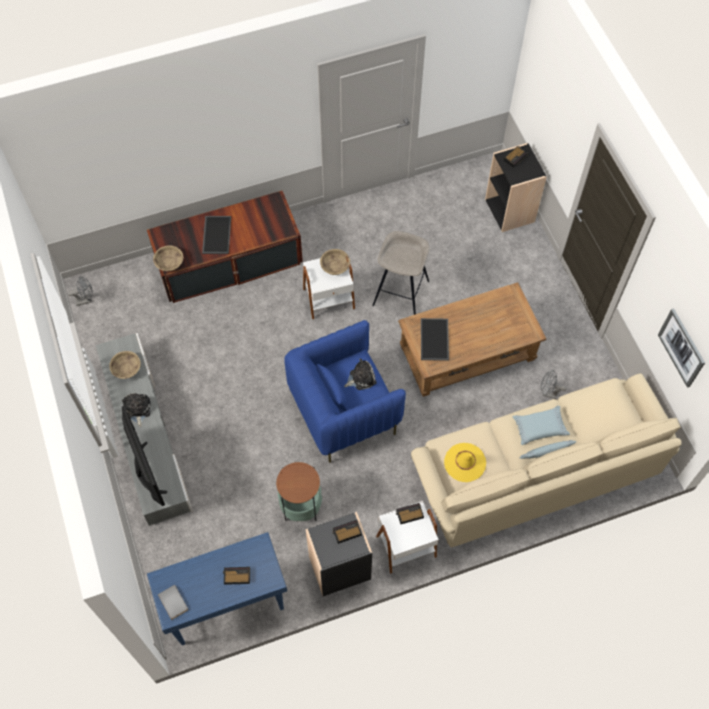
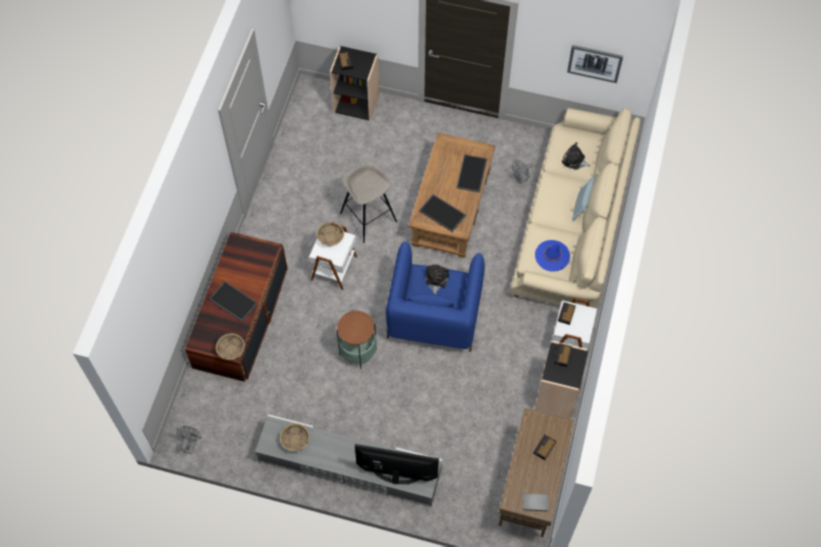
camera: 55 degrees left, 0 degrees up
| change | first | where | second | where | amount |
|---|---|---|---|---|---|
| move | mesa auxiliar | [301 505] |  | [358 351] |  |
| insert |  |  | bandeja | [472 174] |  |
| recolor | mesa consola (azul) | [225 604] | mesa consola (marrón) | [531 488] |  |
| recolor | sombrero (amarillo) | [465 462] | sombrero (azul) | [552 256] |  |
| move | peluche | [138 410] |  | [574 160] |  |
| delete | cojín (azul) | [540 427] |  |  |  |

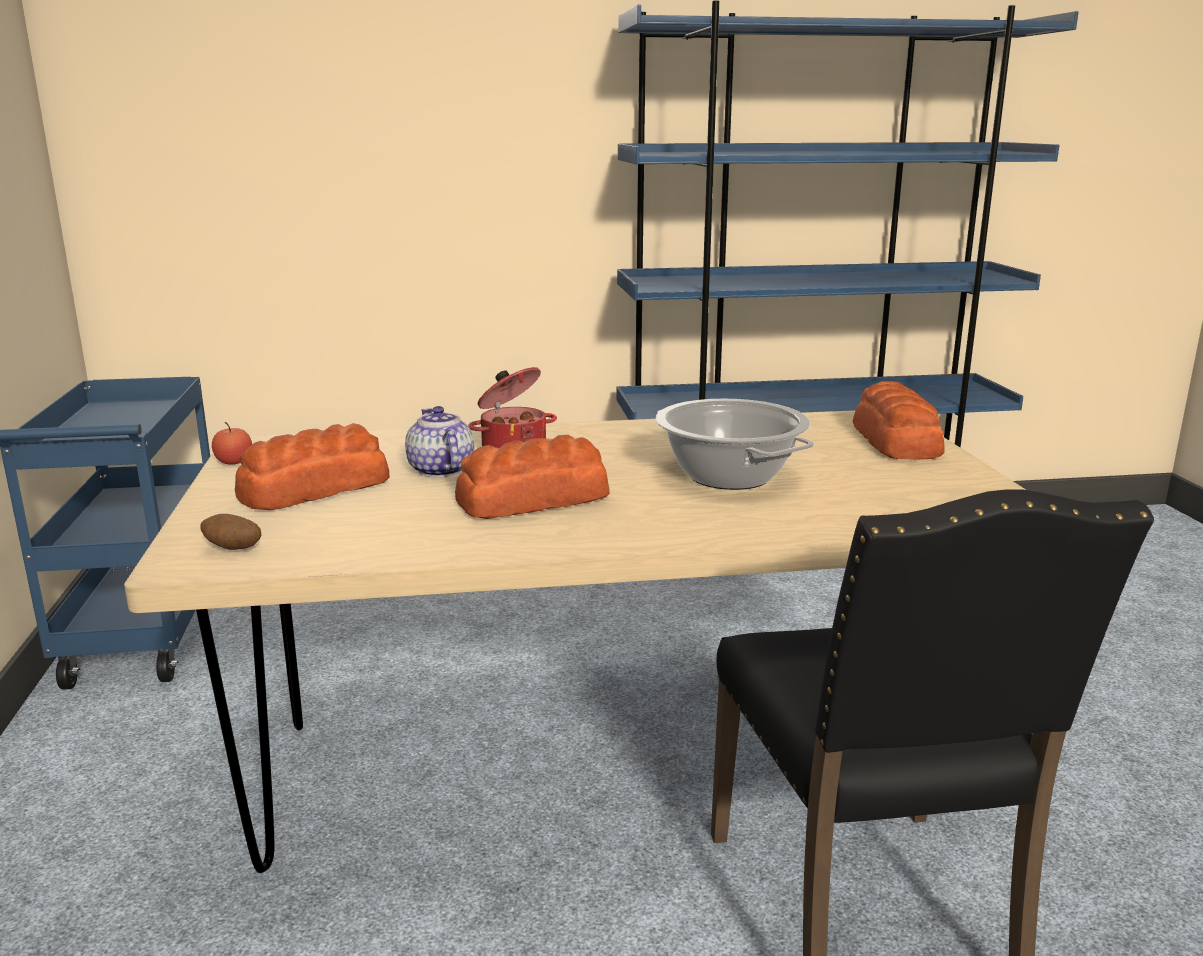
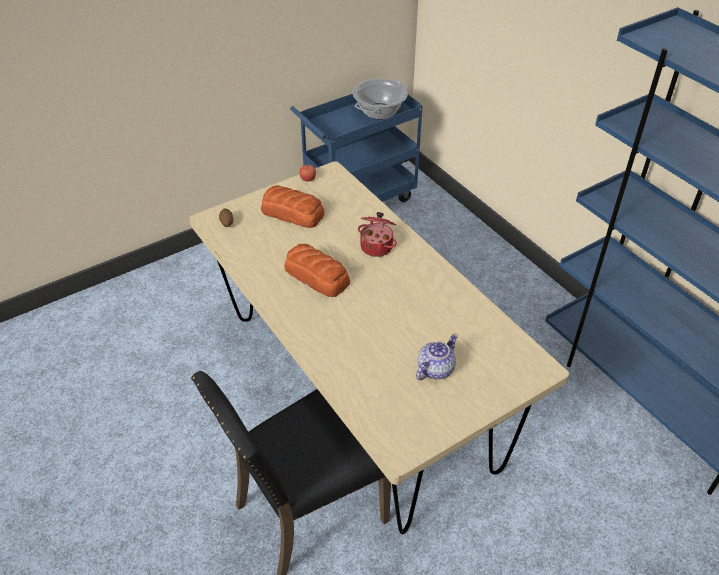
camera: 65 degrees right, 25 degrees up
| change | first | where | second | where | amount |
|---|---|---|---|---|---|
| move | olla | [728 476] |  | [379 111] |  |
| move | tetera | [440 470] |  | [435 369] |  |
| delete | pan | [895 441] |  |  |  |

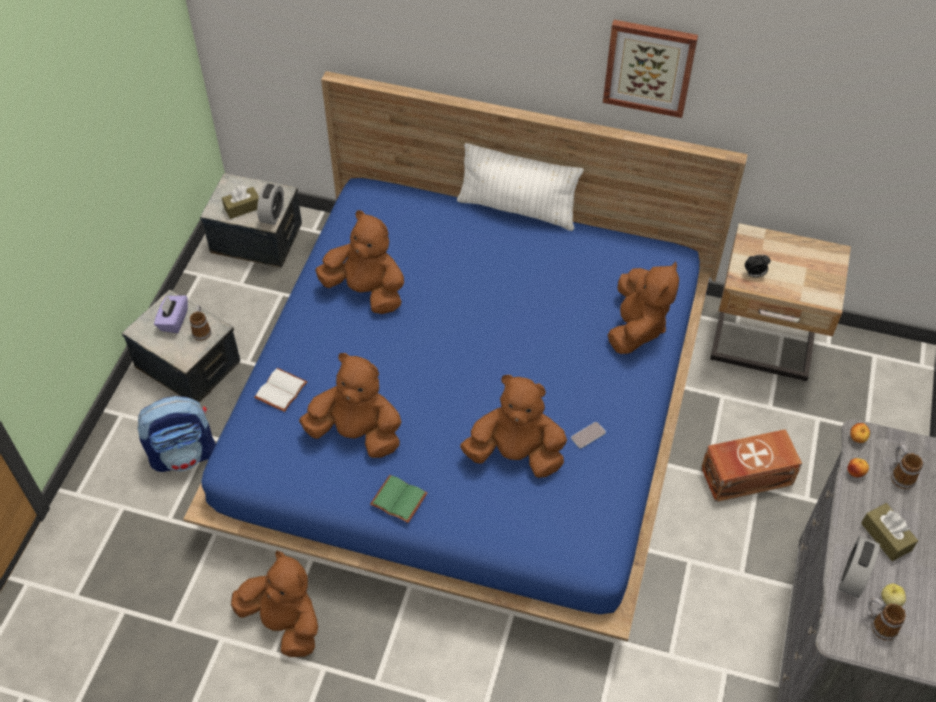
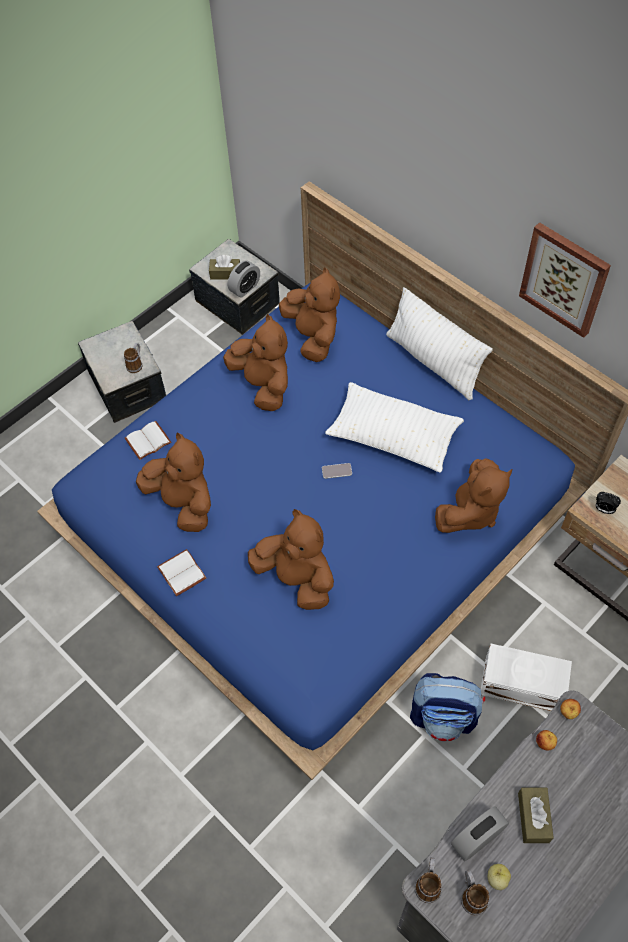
camera: 30 degrees right, 5 degrees up
| change | first | where | second | where | amount |
|---|---|---|---|---|---|
| recolor | libro (verde) | [397 500] | libro (blanco) | [180 573] |  |
| move | peluche (marrón) | [284 622] |  | [313 336] |  |
| move | móvil | [588 435] |  | [336 471] |  |
| insert |  |  | cojín (blanco) | [393 436] |  |
| move | mochila | [184 454] |  | [444 717] |  |
| move | taza grande | [900 474] |  | [428 883] |  |
| recolor | caja de almacenaje (marrón) | [745 475] | caja de almacenaje (blanco) | [520 683] |  |
| delete | caja de pañuelos (morado) | [173 321] |  |  |  |

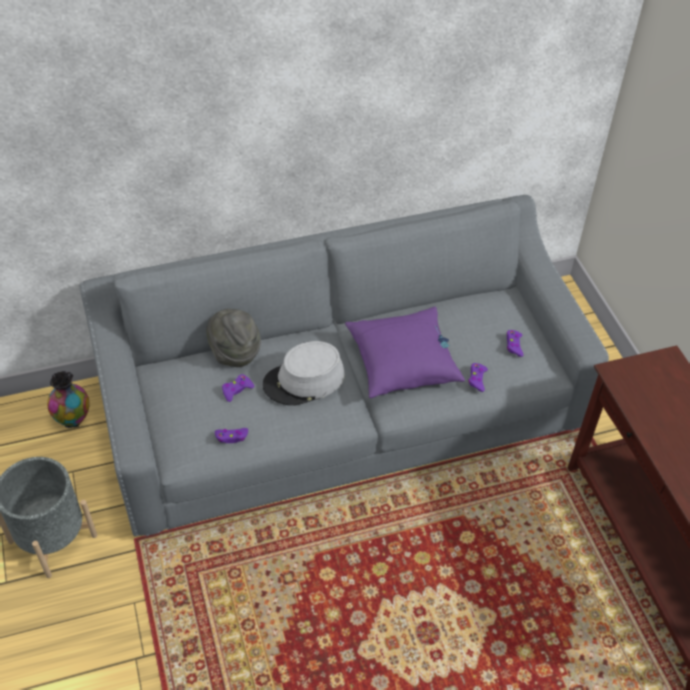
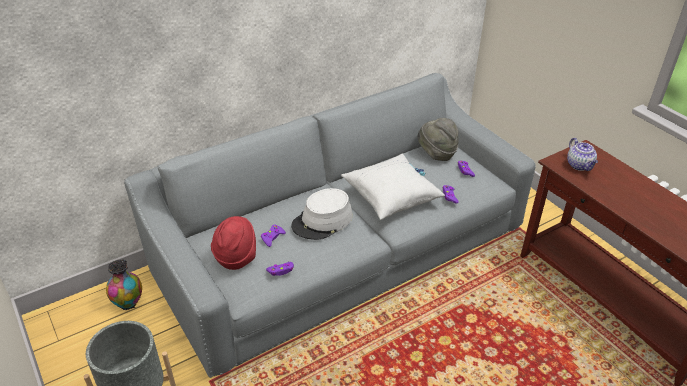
camera: 15 degrees left, 10 degrees down
| change | first | where | second | where | amount |
|---|---|---|---|---|---|
| insert |  |  | sombrero (rojo) | [236 256] |  |
| recolor | cojín (morado) | [402 363] | cojín (gris) | [391 196] |  |
| move | sombrero (gris) | [234 352] |  | [436 154] |  |
| insert |  |  | tetera | [580 165] |  |

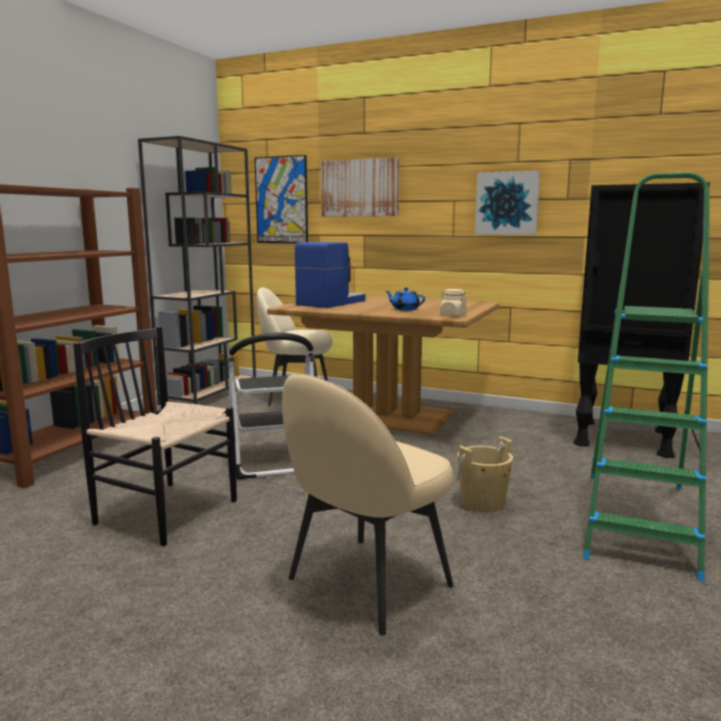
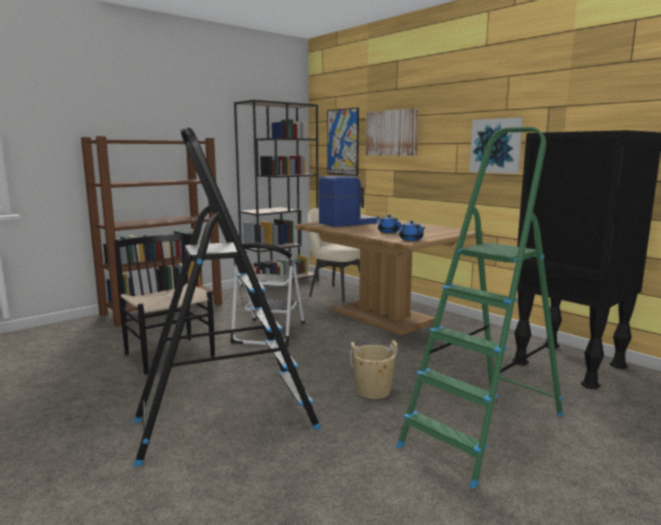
camera: 25 degrees right, 0 degrees up
| change | first | where | second | where | amount |
|---|---|---|---|---|---|
| replace | silla (beis) | [366 584] | escalera de tijera (negro) | [227 424] |  |
| replace | tarro (beis) | [452 315] | tetera (azul) | [411 239] |  |

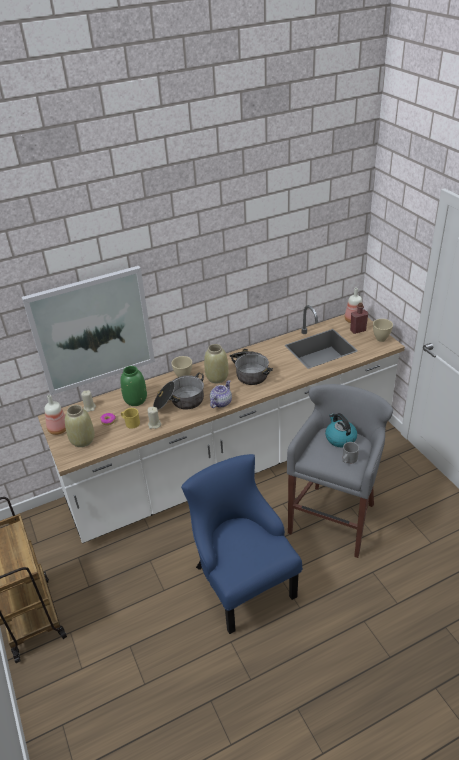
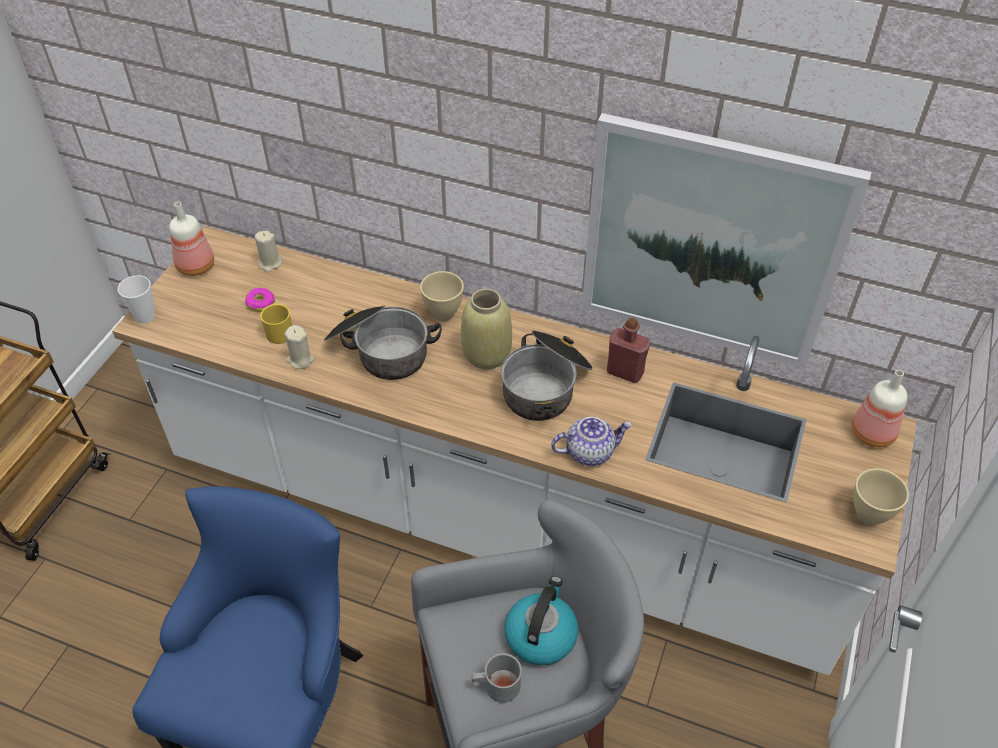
camera: 45 degrees right, 10 degrees up
| change | first | where | second | where | amount |
|---|---|---|---|---|---|
| insert |  |  | taza | [145 316] |  |
| move | tetera | [221 402] |  | [589 451] |  |
| move | cuadro | [92 330] |  | [710 244] |  |
| move | botella (rojo) | [358 330] |  | [625 372] |  |
| delete | florero (beis) | [82 440] |  |  |  |
| delete | florero (verde) | [135 400] |  |  |  |

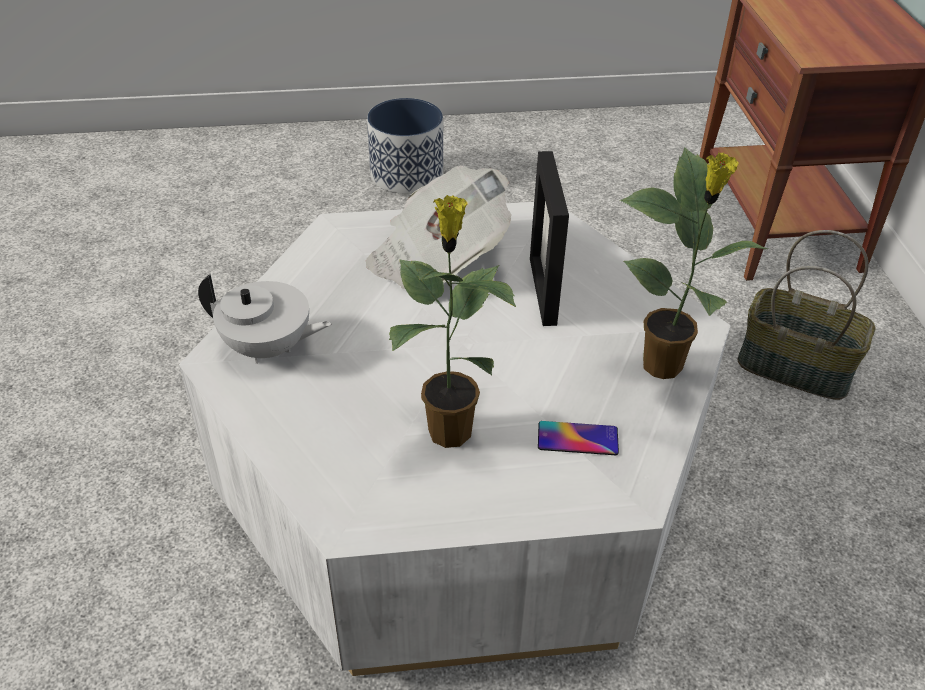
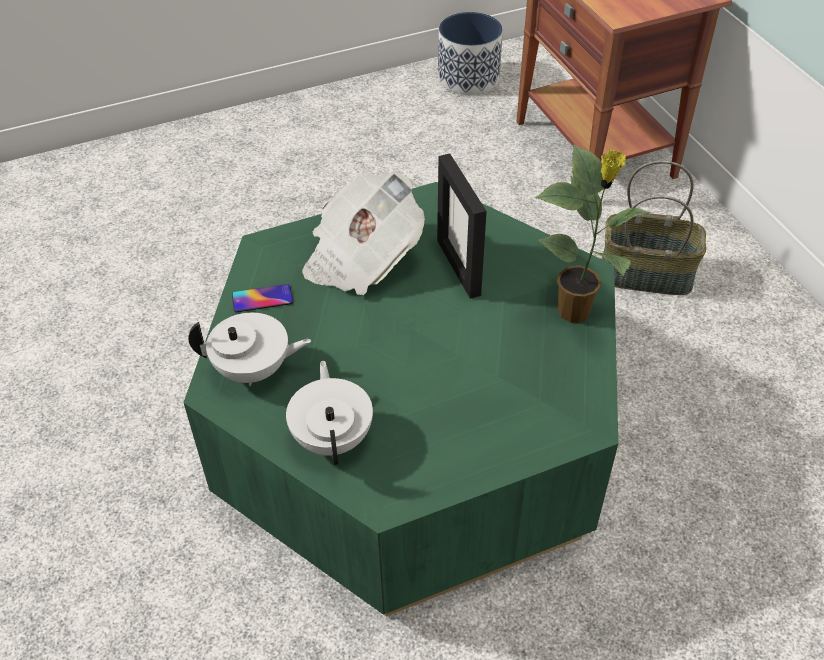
camera: 15 degrees left, 5 degrees up
| change | first | where | second | where | amount |
|---|---|---|---|---|---|
| recolor | mesa de centro (blanco) | [460 484] | mesa de centro (verde) | [413 438] |  |
| move | móvil | [577 439] |  | [262 298] |  |
| insert |  |  | tetera (blanco) | [333 437] |  |
| move | maceta | [407 175] |  | [469 78] |  |
| delete | planta en maceta | [449 429] |  |  |  |

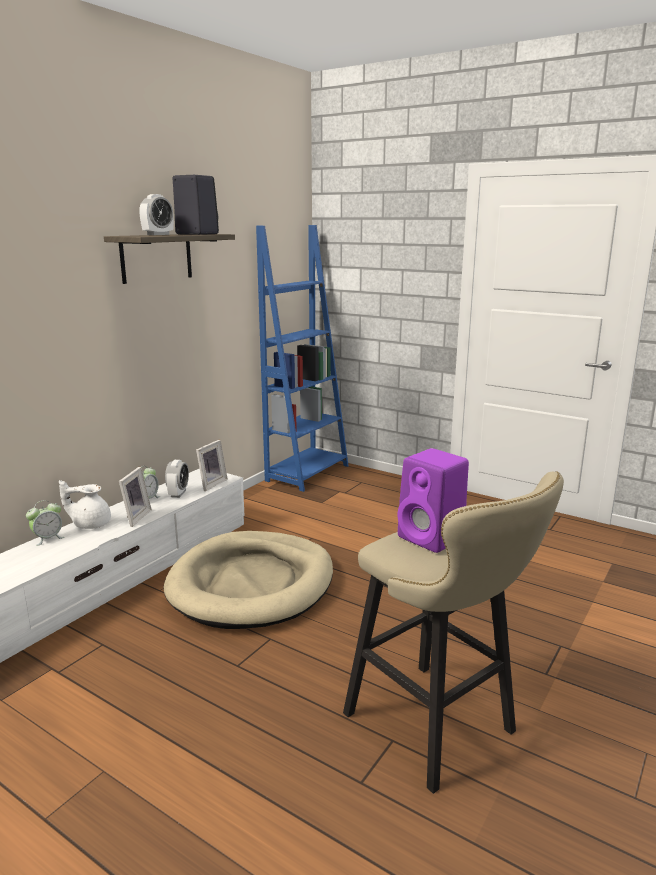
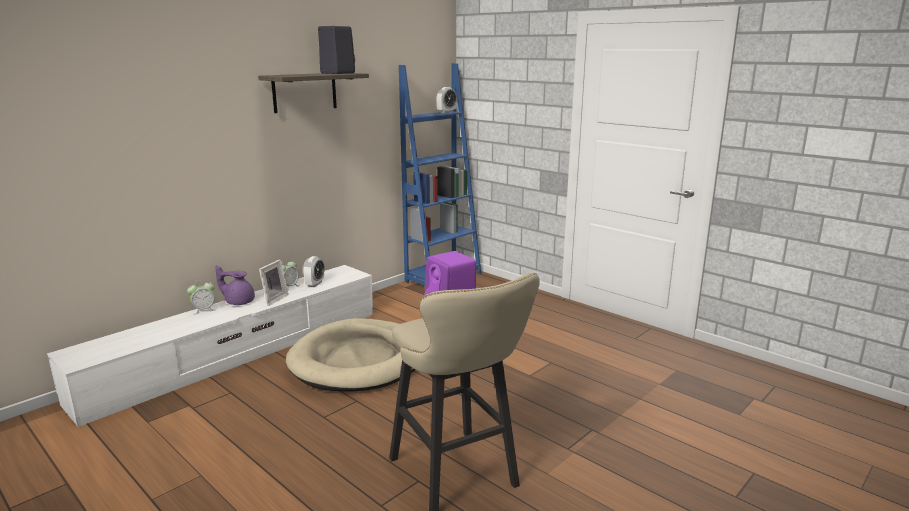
camera: 10 degrees right, 0 degrees up
| change | first | where | second | where | amount |
|---|---|---|---|---|---|
| recolor | tetera (blanco) | [90 524] | tetera (morado) | [239 301] |  |
| move | despertador | [158 234] |  | [446 112] |  |
| delete | portarretratos | [210 484] |  |  |  |

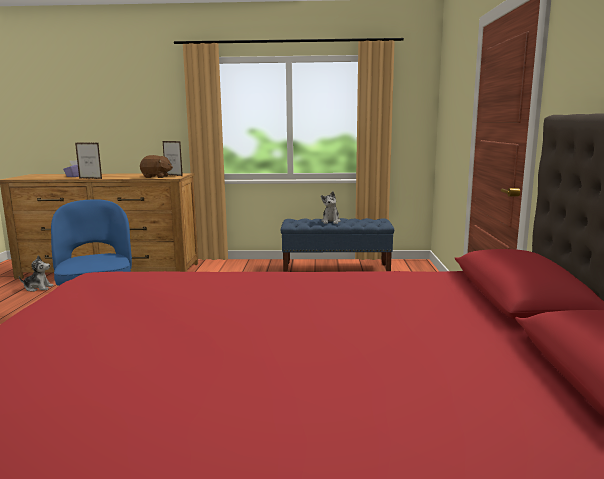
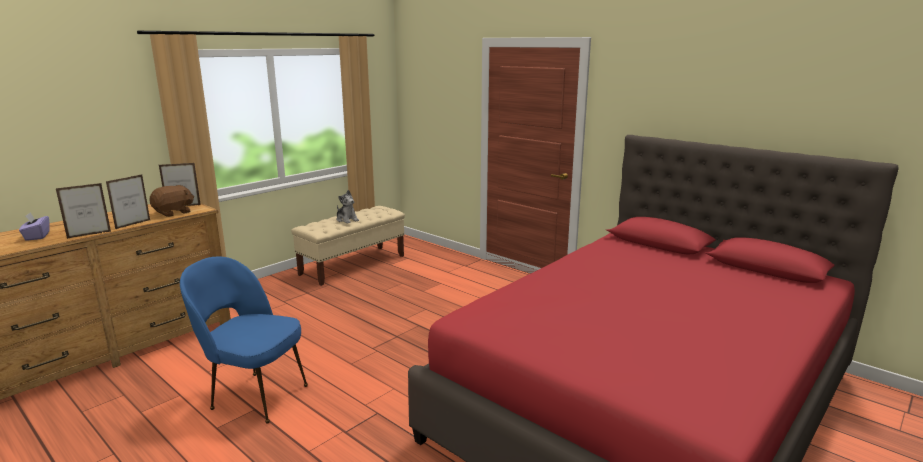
camera: 50 degrees left, 5 degrees up
| change | first | where | second | where | amount |
|---|---|---|---|---|---|
| insert |  |  | portarretratos | [133 224] |  |
| recolor | banco (azul) | [336 269] | banco (beis) | [353 265] |  |
| delete | peluche | [38 288] |  |  |  |

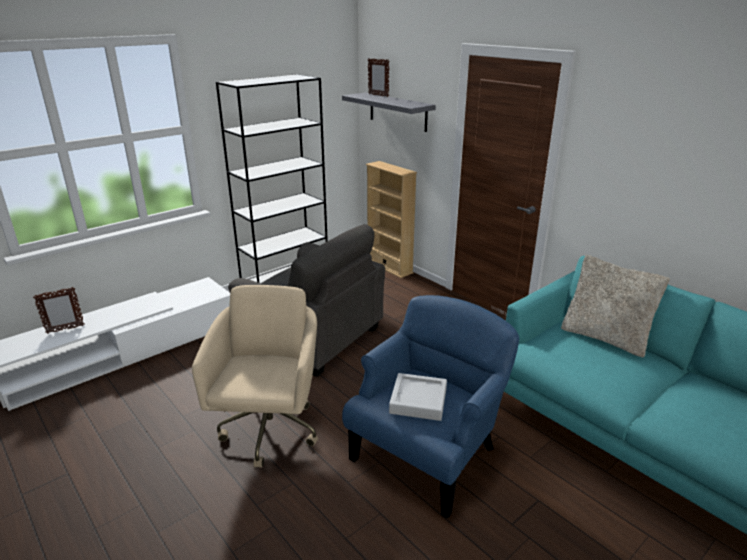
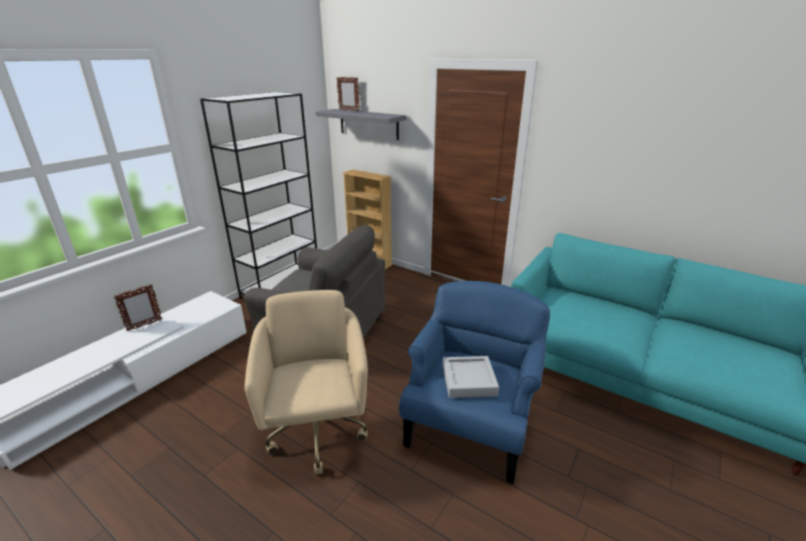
camera: 15 degrees left, 0 degrees up
| change | first | where | second | where | amount |
|---|---|---|---|---|---|
| move | portarretratos | [65 329] |  | [144 325] |  |
| delete | cojín (beis) | [606 336] |  |  |  |

